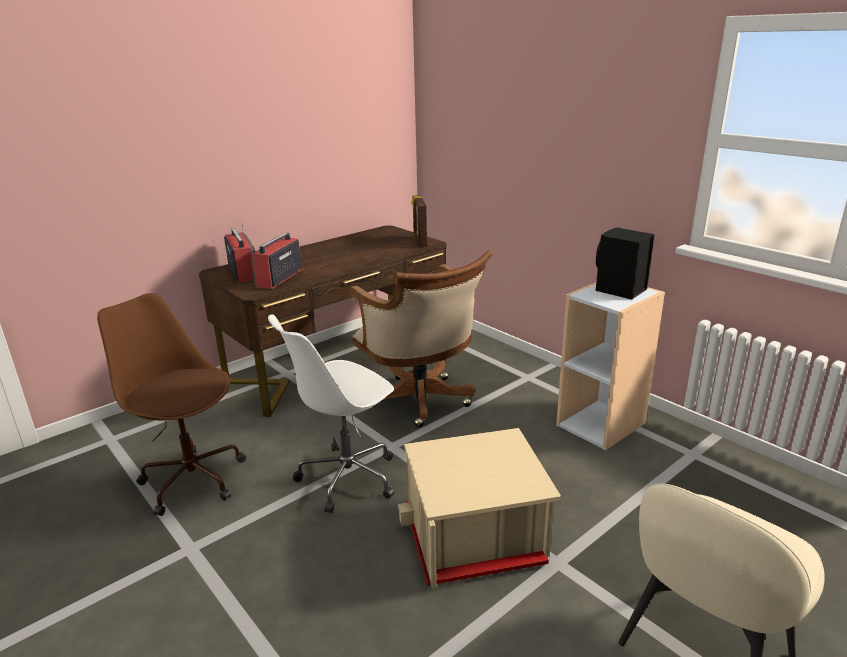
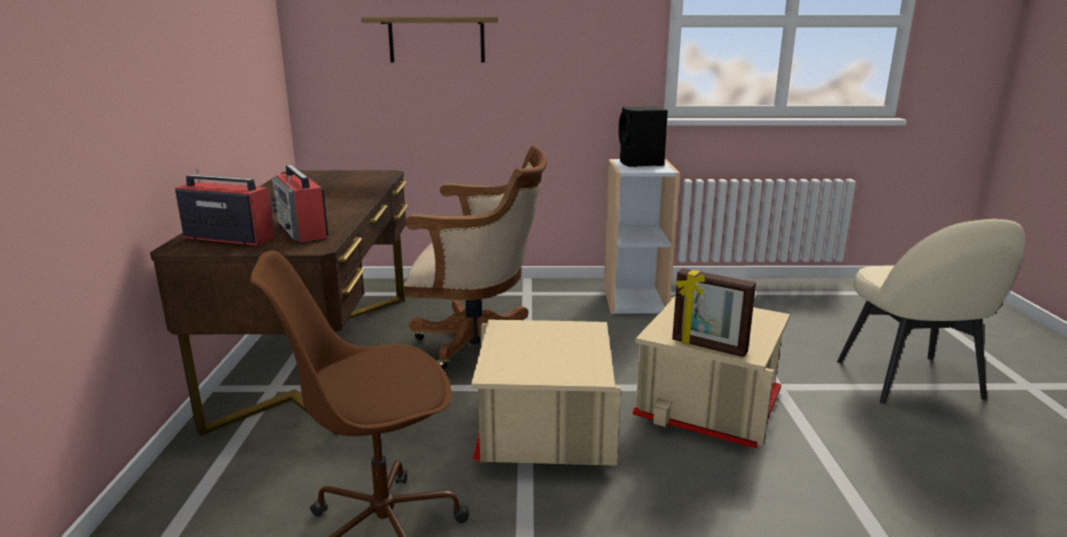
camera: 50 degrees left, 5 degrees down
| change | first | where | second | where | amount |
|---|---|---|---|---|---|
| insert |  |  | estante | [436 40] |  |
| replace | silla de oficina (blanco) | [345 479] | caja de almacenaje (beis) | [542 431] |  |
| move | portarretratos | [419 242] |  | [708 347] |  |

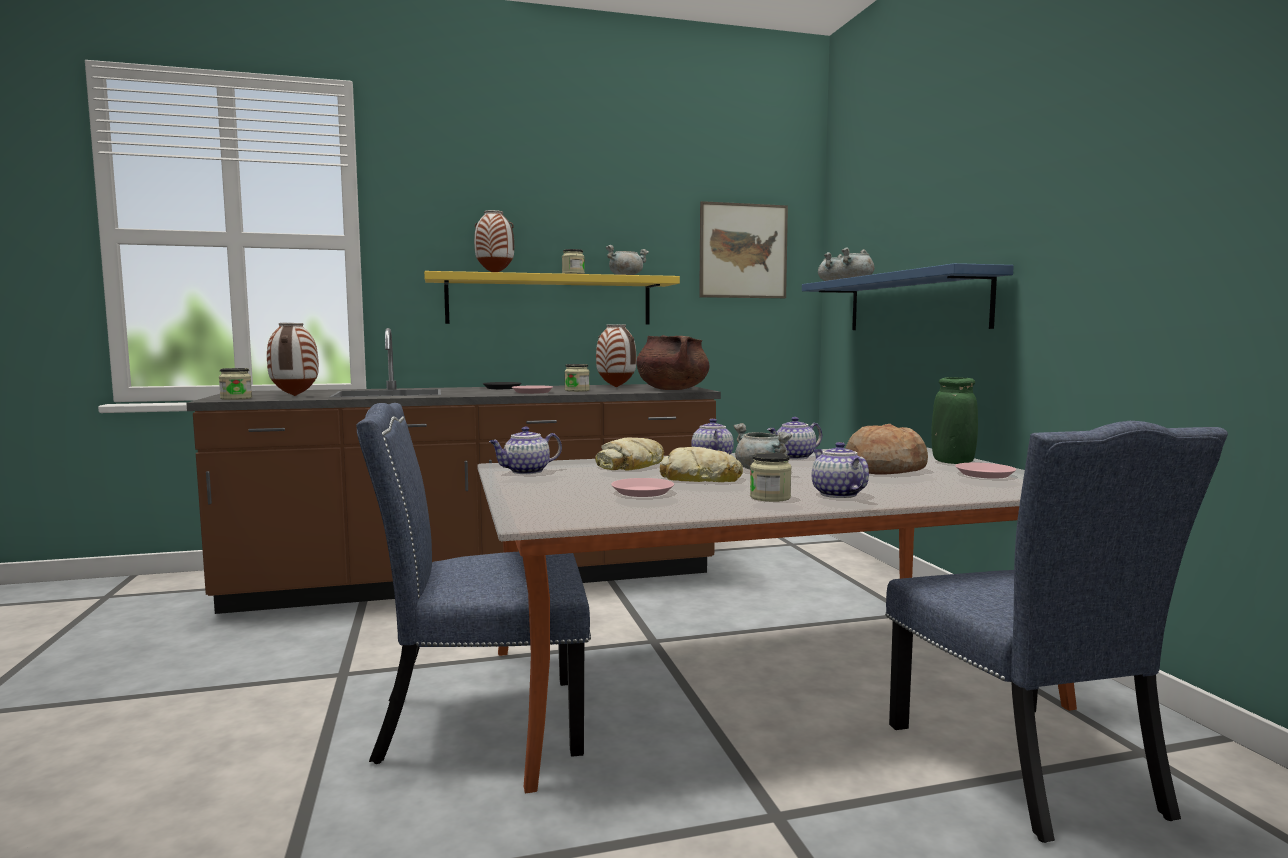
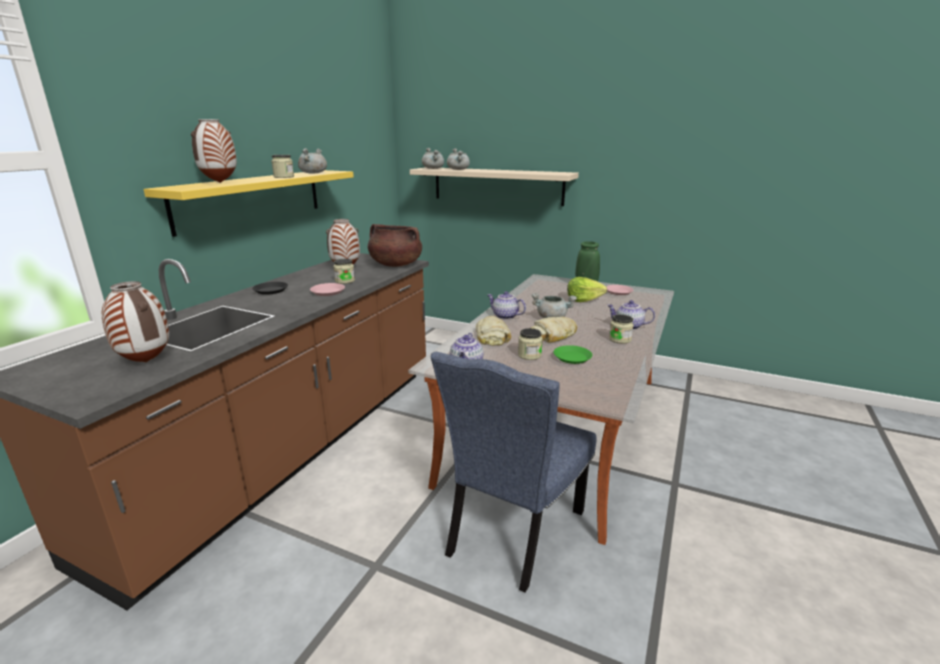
camera: 50 degrees left, 15 degrees up
| change | first | where | second | where | amount |
|---|---|---|---|---|---|
| recolor | estante (azul) | [914 303] | estante (beis) | [497 186] |  |
| move | tarro | [236 398] |  | [529 355] |  |
| recolor | plato (rosa) | [643 492] | plato (verde) | [572 357] |  |
| replace | pan | [884 469] | lechuga | [583 299] |  |
| delete | cuadro | [743 251] |  |  |  |
| delete | tetera | [795 457] |  |  |  |
| delete | silla (azul) | [1022 764] |  |  |  |

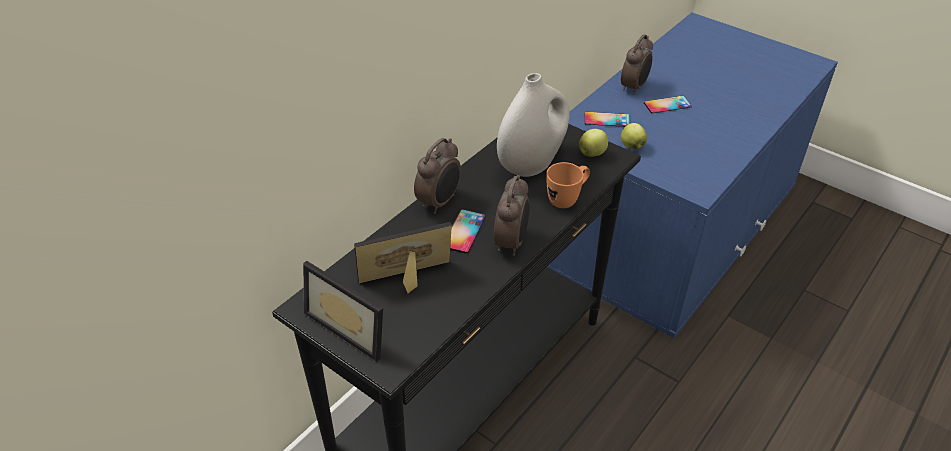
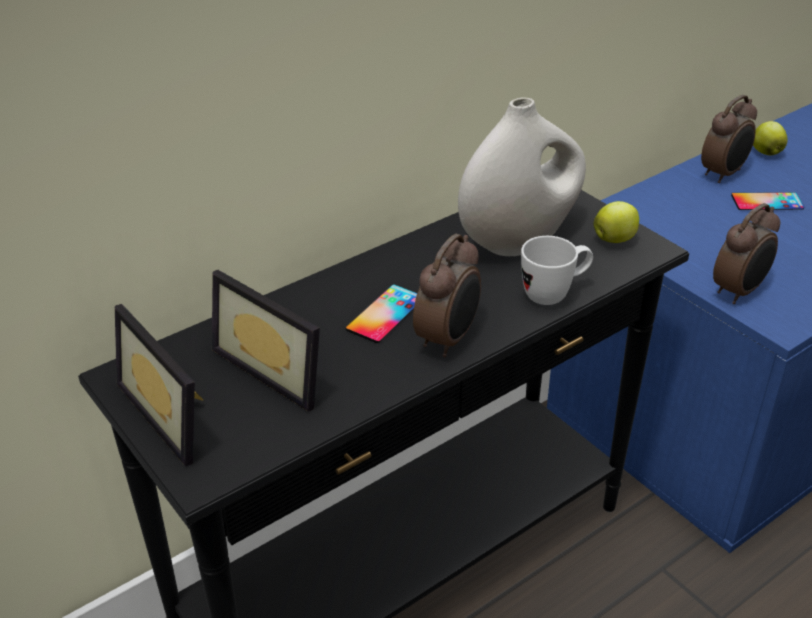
camera: 15 degrees right, 5 degrees down
| change | first | where | second | where | amount |
|---|---|---|---|---|---|
| rotate | portarretratos | [408 281] |  | [278 367] | 135 degrees counterclockwise |
| recolor | taza grande (naranja) | [567 199] | taza grande (blanco) | [554 294] |  |
| move | despertador | [439 202] |  | [739 291] |  |
| move | manzana | [631 146] |  | [766 152] |  |
| delete | móvil | [607 119] |  |  |  |

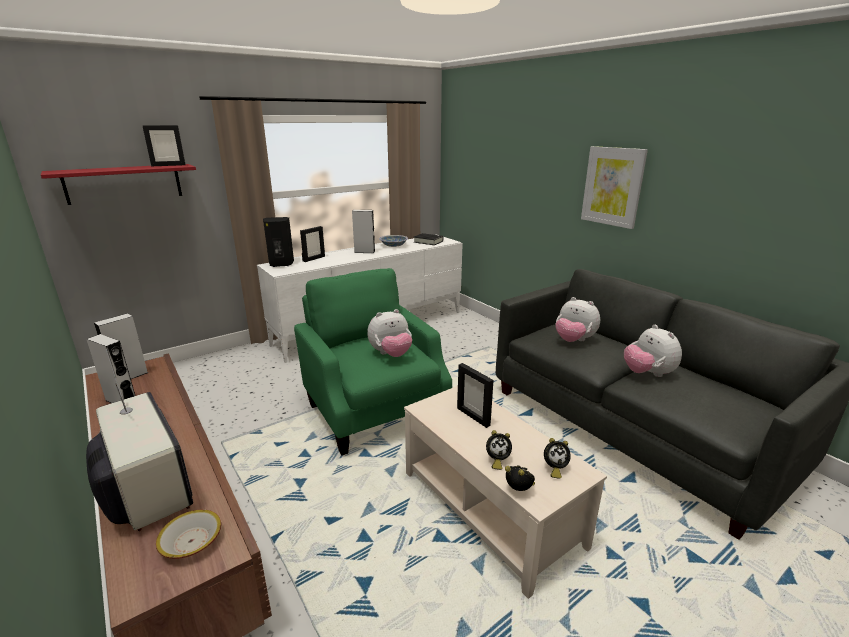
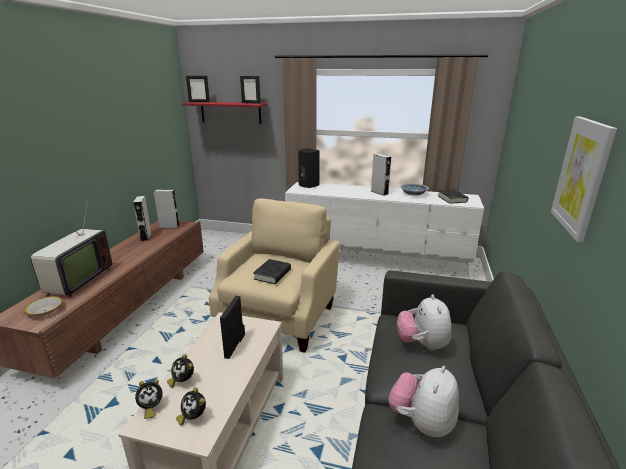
camera: 50 degrees right, 0 degrees up
| change | first | where | second | where | amount |
|---|---|---|---|---|---|
| rotate | despertador | [519 491] |  | [150 408] | 60 degrees clockwise |
| move | portarretratos | [314 259] |  | [199 102] |  |
| recolor | sillón (verde) | [374 410] | sillón (beis) | [279 316] |  |
| replace | peluche | [391 354] | libro (negro) | [272 274] |  |

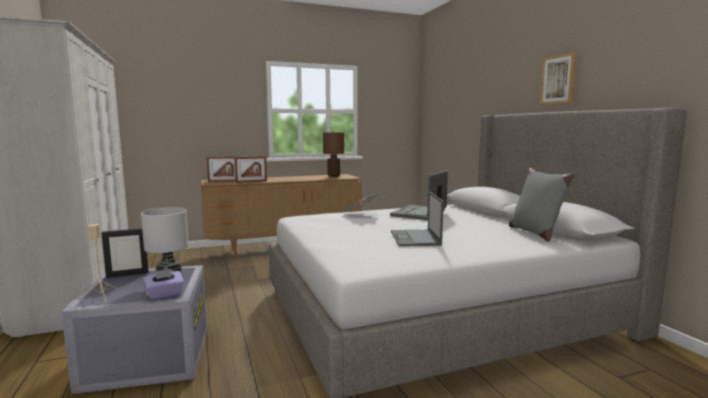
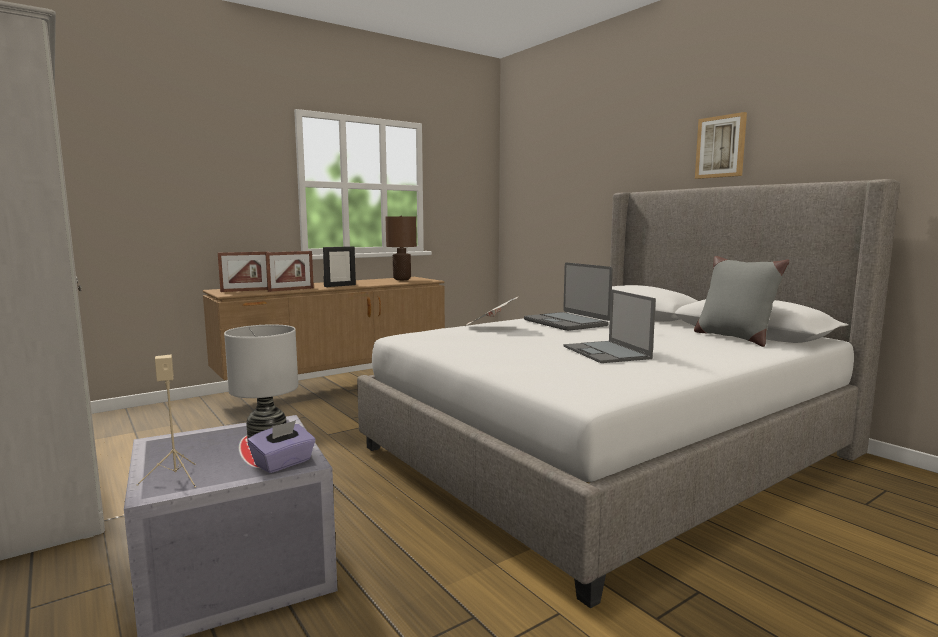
camera: 15 degrees left, 0 degrees up
| change | first | where | second | where | amount |
|---|---|---|---|---|---|
| move | portarretratos | [127 274] |  | [340 285] |  |
| rotate | portátil | [419 213] |  | [566 323] | 45 degrees counterclockwise |

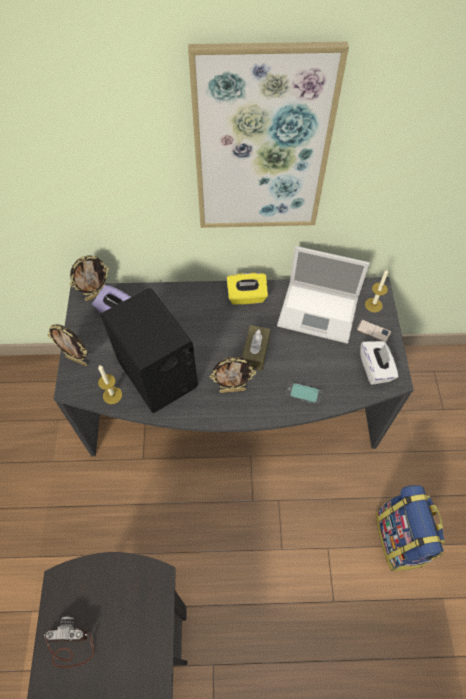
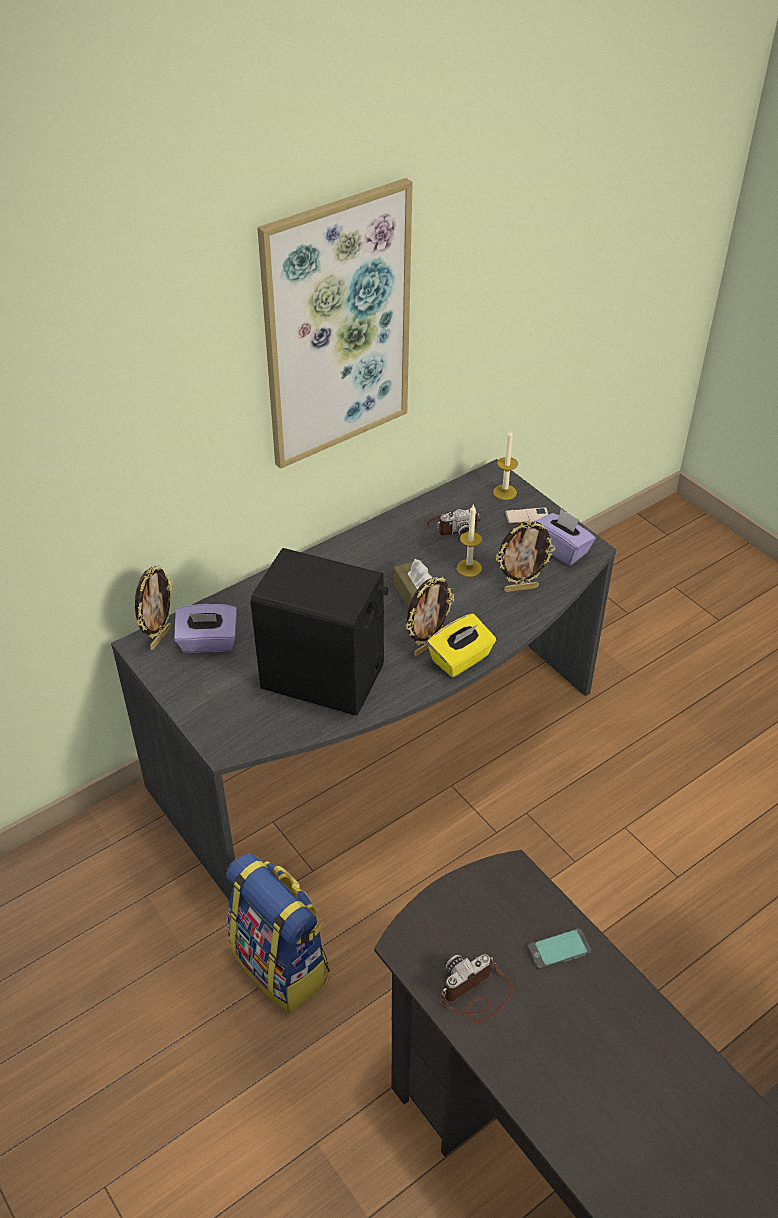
camera: 35 degrees left, 15 degrees down
| change | first | where | second | where | amount |
|---|---|---|---|---|---|
| move | mochila | [400 539] |  | [282 965] |  |
| replace | portátil | [319 312] | cámara | [453 526] |  |
| move | caja de pañuelos (amarillo) | [246 297] |  | [461 659] |  |
| move | vela | [112 395] |  | [469 568] |  |
| move | portarretratos | [77 360] |  | [521 588] |  |
| move | móvil | [303 393] |  | [559 950] |  |
| recolor | caja de pañuelos (blanco) | [375 369] | caja de pañuelos (morado) | [561 549] |  |

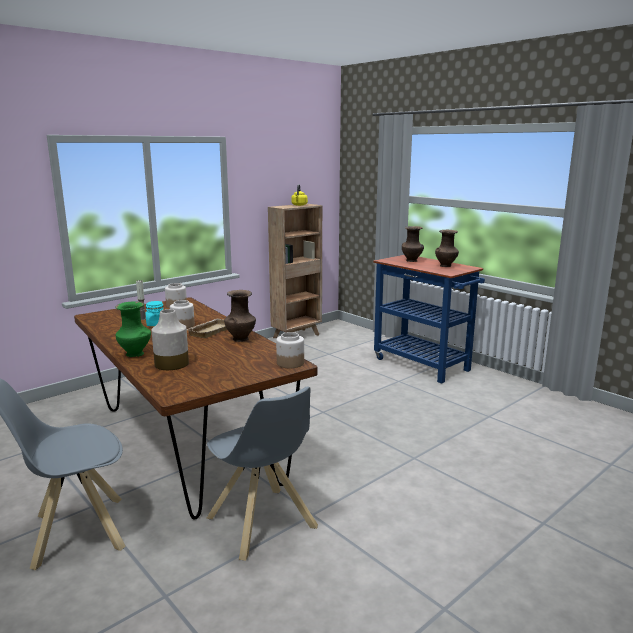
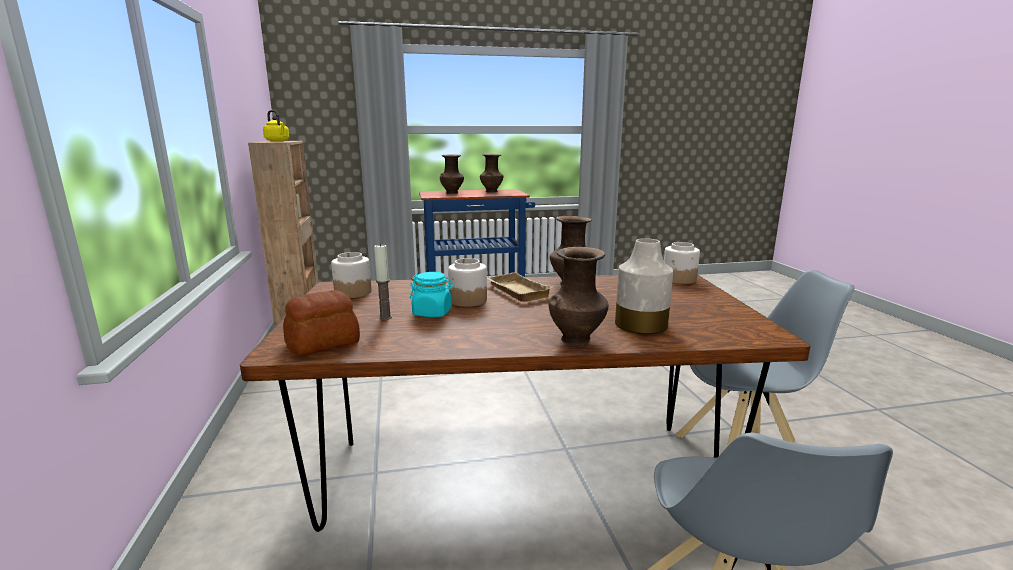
camera: 60 degrees left, 0 degrees up
| change | first | where | second | where | amount |
|---|---|---|---|---|---|
| insert |  |  | pan | [324 344] |  |
| recolor | florero (verde) | [135 354] | florero (marrón) | [577 339] |  |

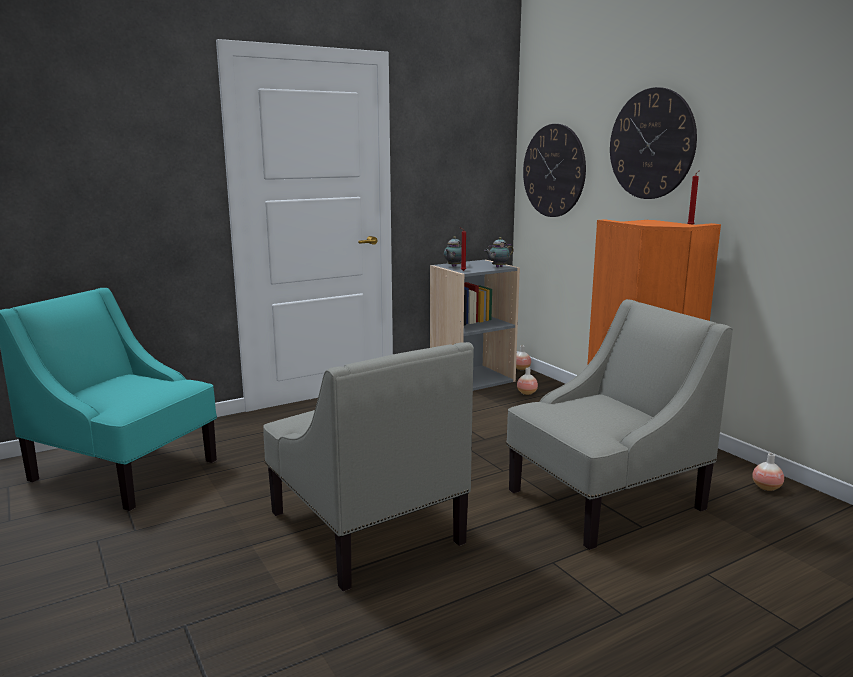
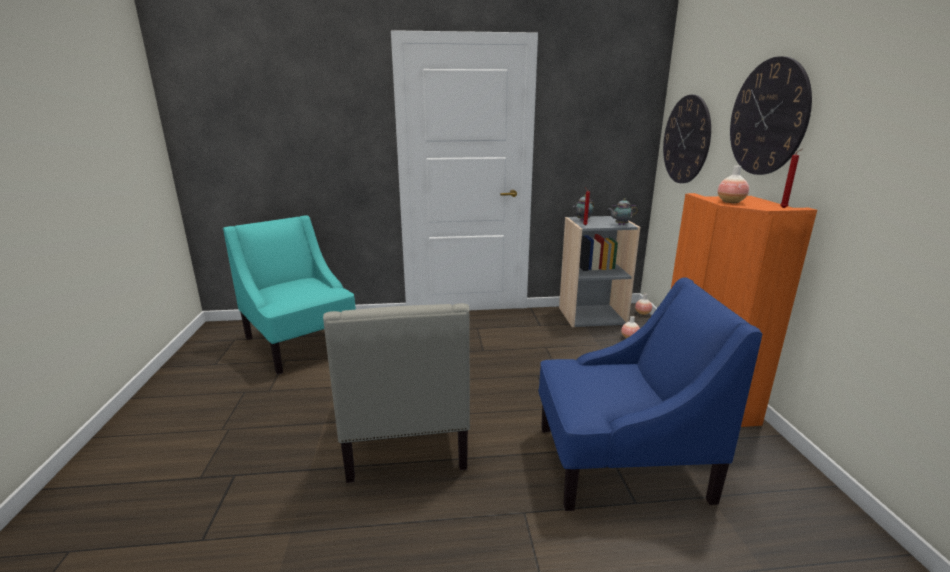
camera: 25 degrees right, 5 degrees up
| change | first | where | second | where | amount |
|---|---|---|---|---|---|
| recolor | sillón (gris) | [604 501] | sillón (azul) | [619 464] |  |
| move | florero | [766 487] |  | [730 202] |  |

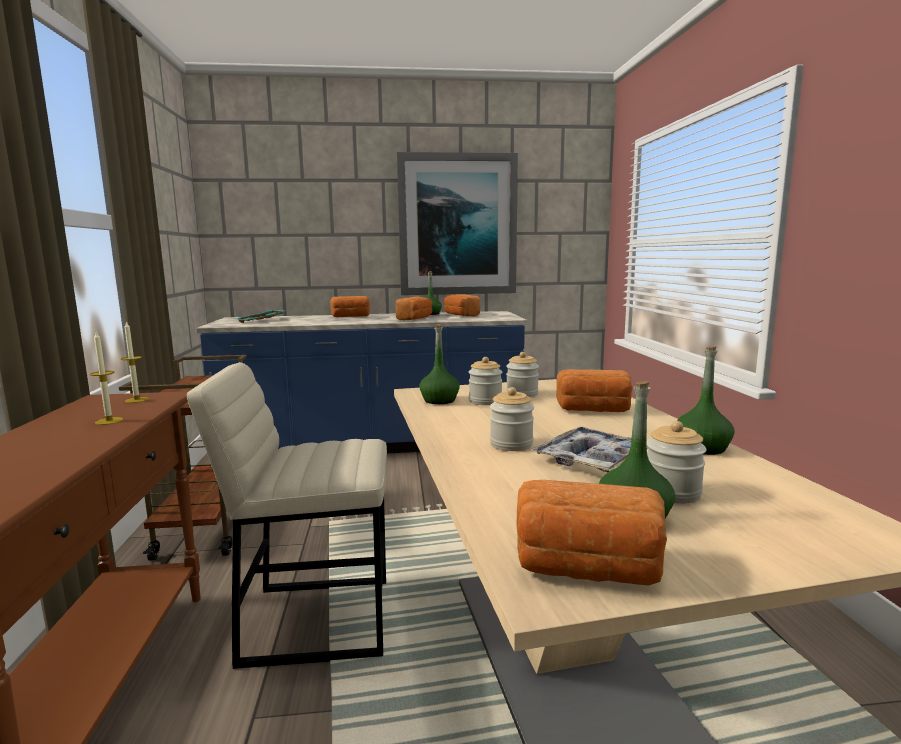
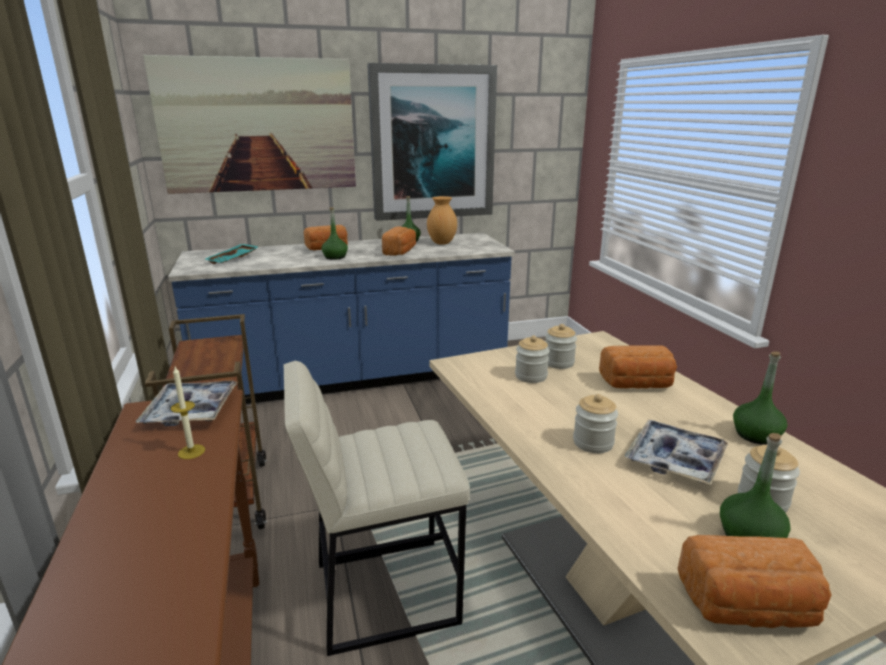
camera: 10 degrees left, 10 degrees up
| change | first | where | second | where | amount |
|---|---|---|---|---|---|
| replace | vela | [136 400] | bandeja | [191 410] |  |
| insert |  |  | cuadro | [258 126] |  |
| move | botella (verde) | [439 400] |  | [335 257] |  |
| replace | pan | [460 315] | florero (marrón) | [442 243] |  |

